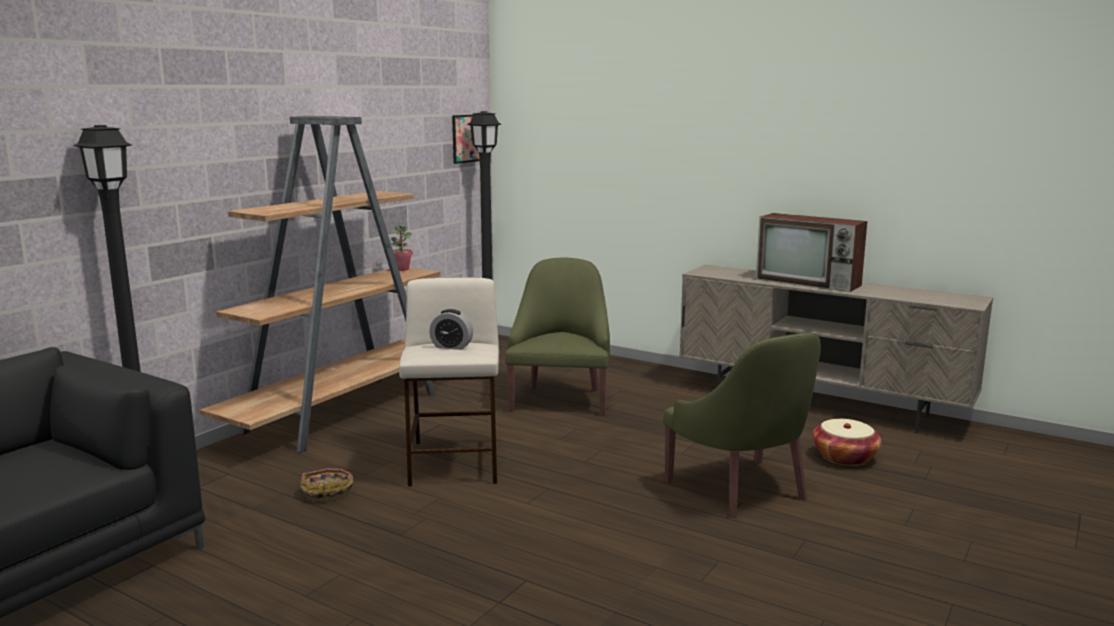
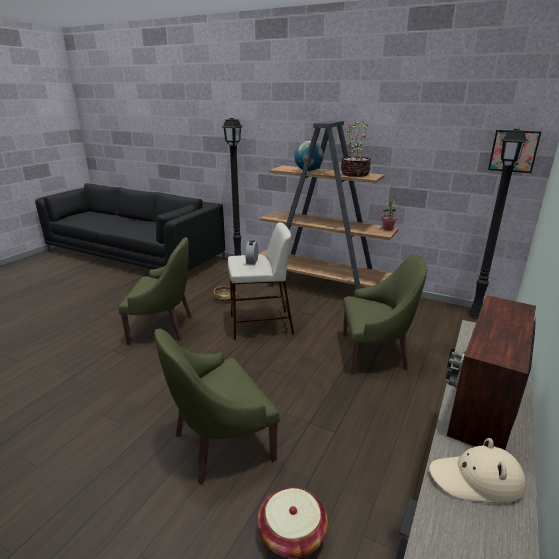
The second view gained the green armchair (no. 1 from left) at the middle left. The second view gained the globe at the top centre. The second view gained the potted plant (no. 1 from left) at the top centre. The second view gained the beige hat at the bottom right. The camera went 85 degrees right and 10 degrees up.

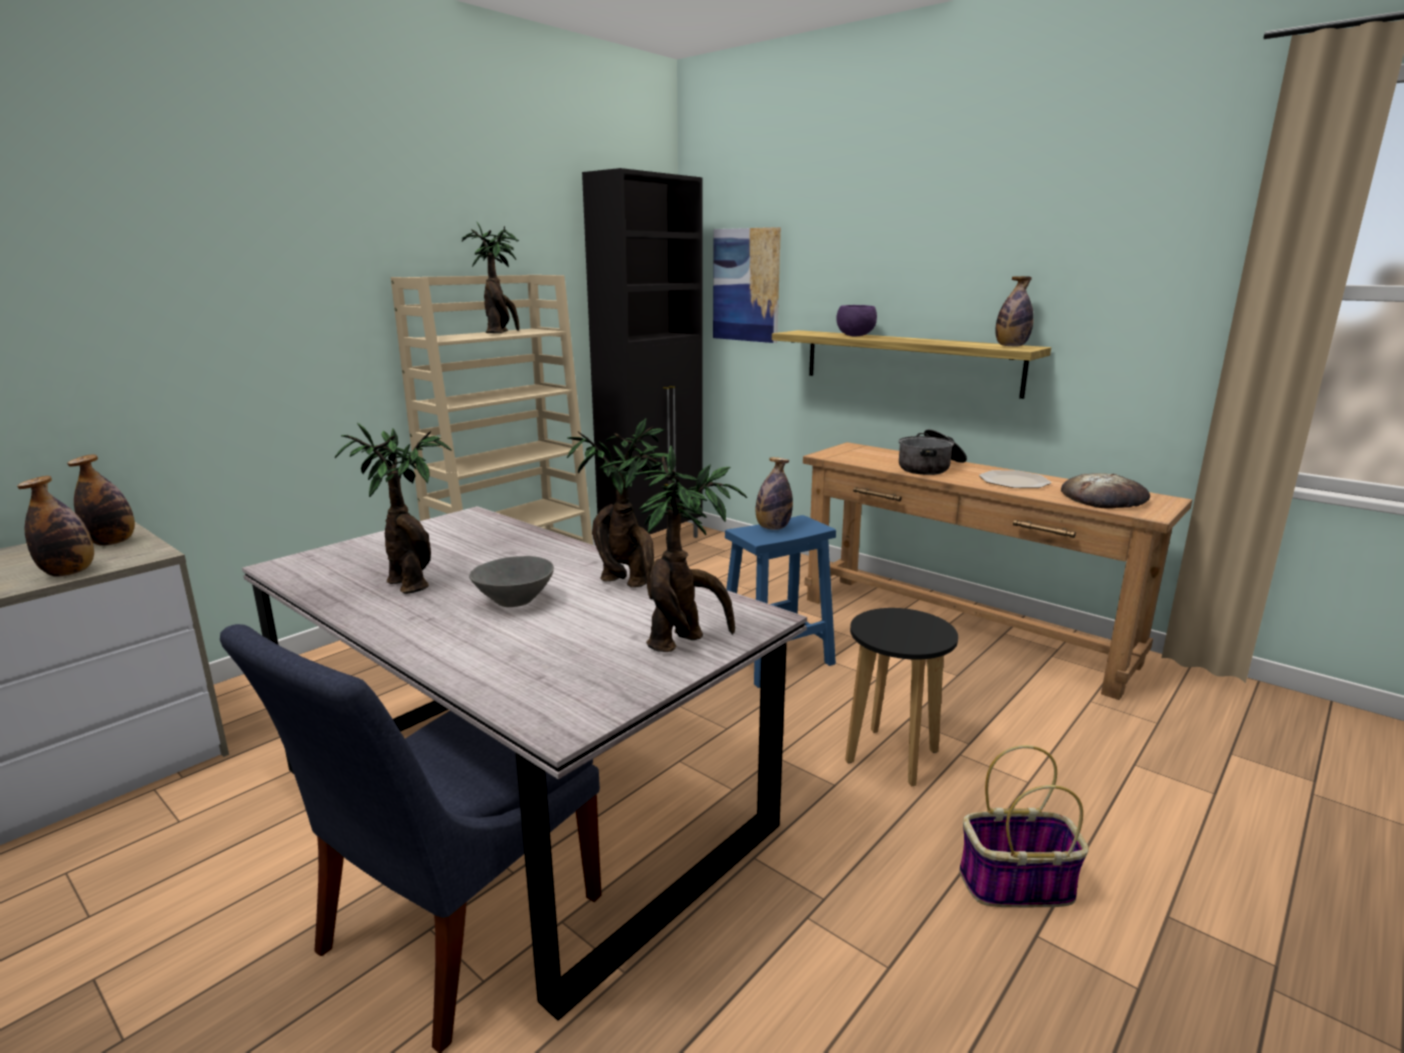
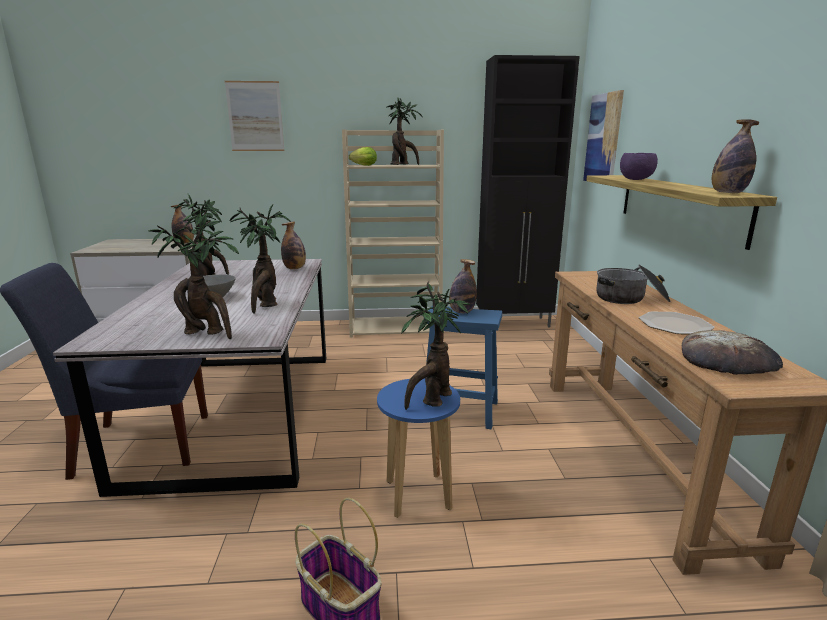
The second view gained the picture (no. 1 from left) at the top left. The second view gained the lettuce at the top centre. The second view gained the potted plant (no. 5 from left) at the centre. The bottle (no. 1 from left in the first image) ended up elsewhere, having gone from the middle left to the centre. What was the black stool at the centre turned into the blue stool (no. 1 from left) at the bottom centre. The camera went 45 degrees right and 0 degrees up.

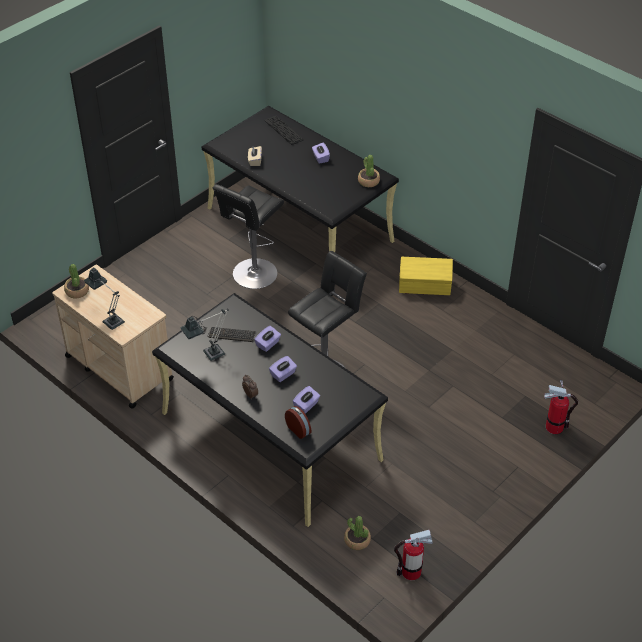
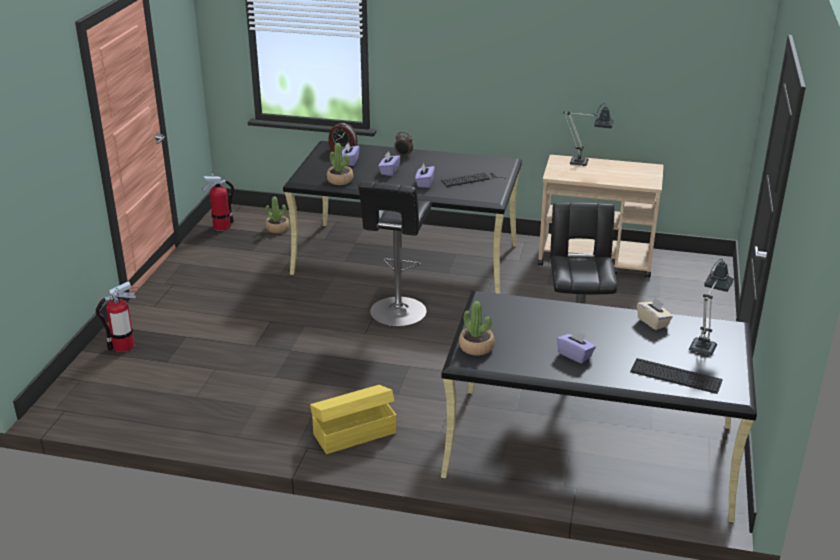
The potted plant (no. 1 from left in the first image) ended up elsewhere, having gone from the middle left to the top centre. The table lamp (no. 2 from left) ended up elsewhere, having gone from the middle left to the middle right. The camera went 150 degrees right and 15 degrees down.

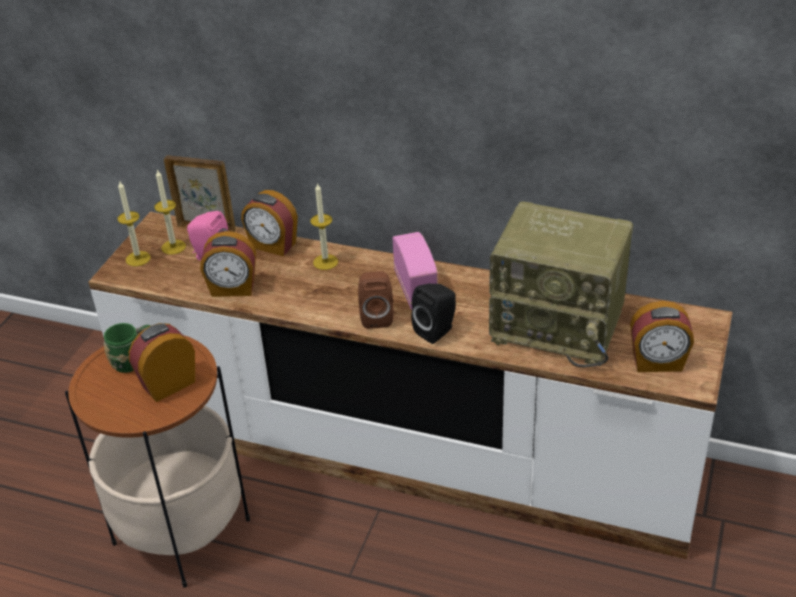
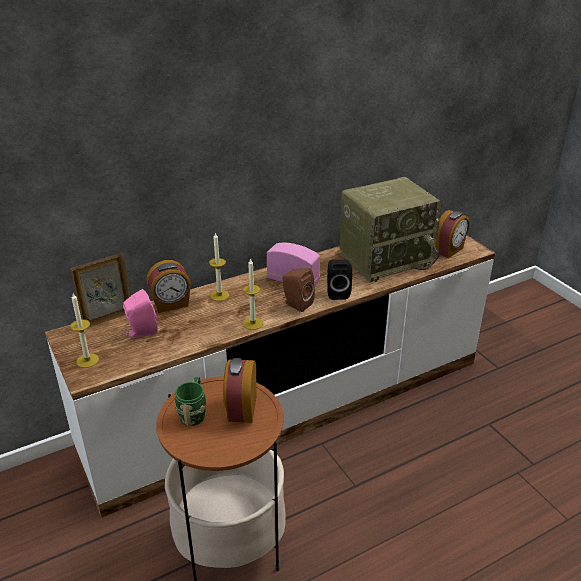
The second view lost the alarm clock (no. 2 from left) at the middle left. The candle (no. 2 from left in the first image) ended up elsewhere, having gone from the middle left to the centre. The camera went 50 degrees left and 5 degrees down.

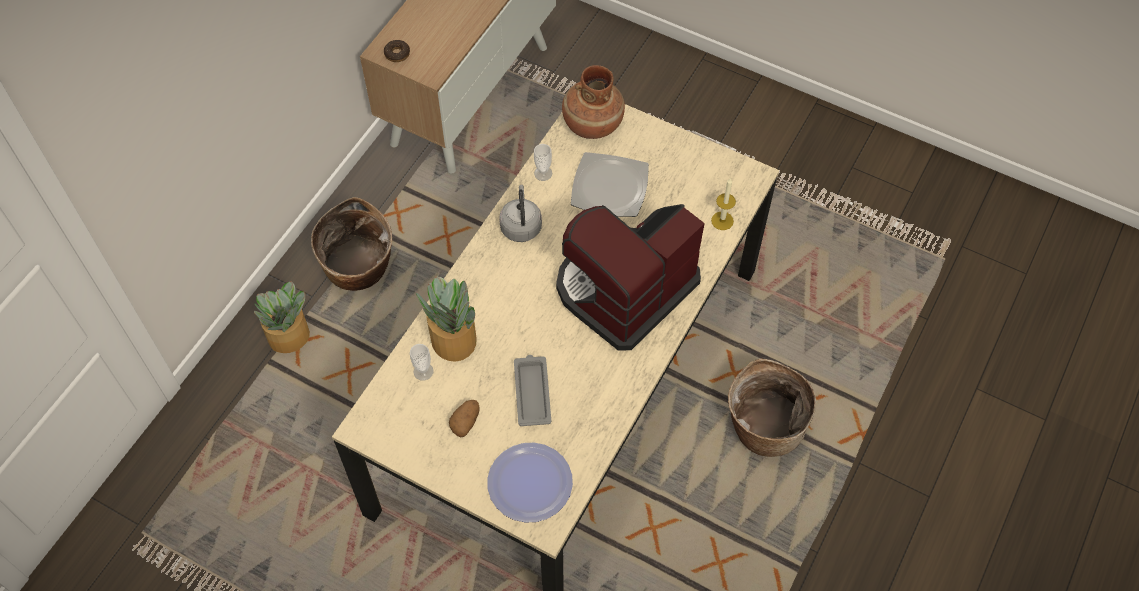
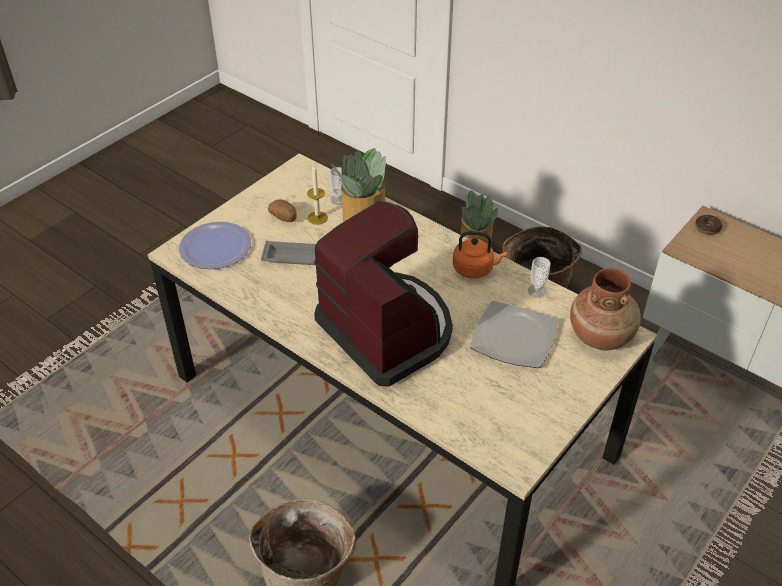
The candle ended up elsewhere, having gone from the centre to the top centre. What was the grey kettle at the centre turned into the orange kettle at the centre. The camera went 100 degrees right and 15 degrees down.

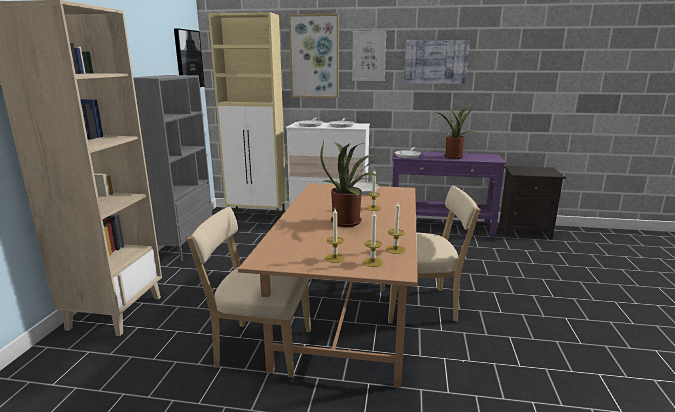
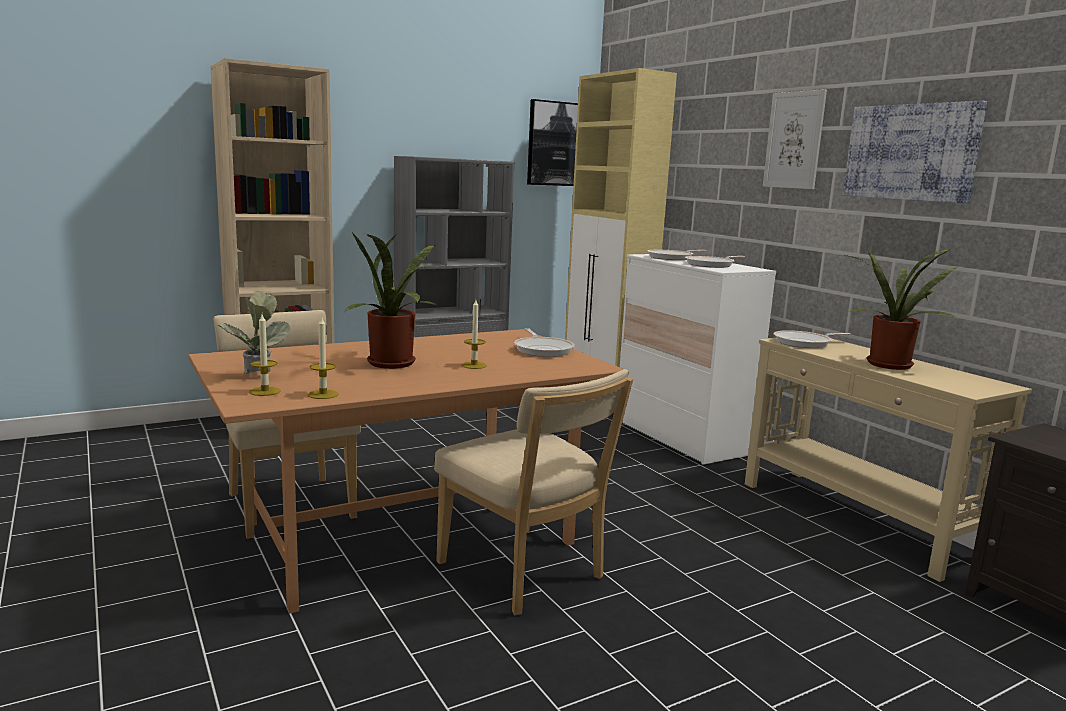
The second view lost the picture (no. 2 from left) at the top centre. Where the candle (no. 1 from left) stood at the centre, the potted plant (no. 1 from left) came to stand at the middle left. What was the purple console table at the centre turned into the beige console table at the middle right. The camera went 50 degrees right and 5 degrees down.

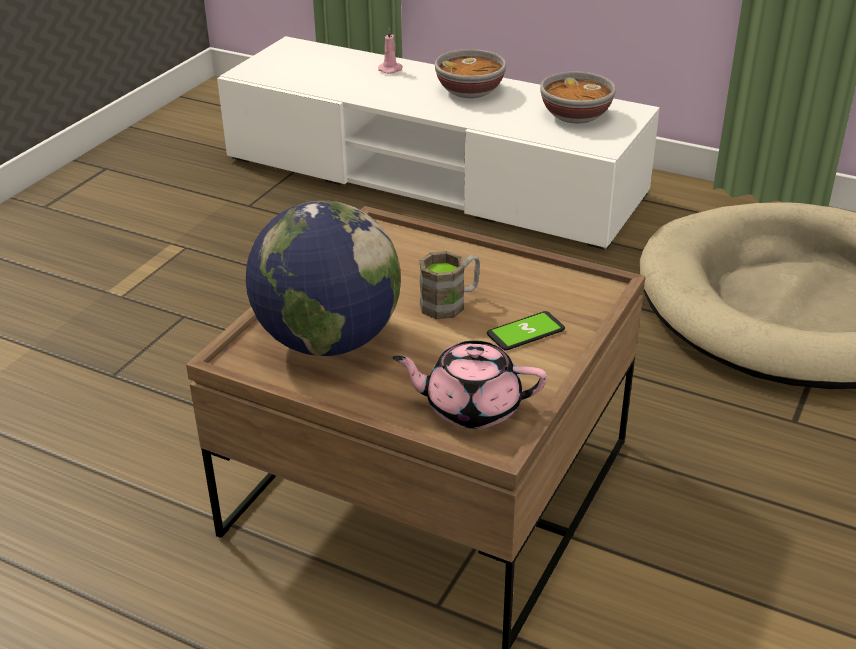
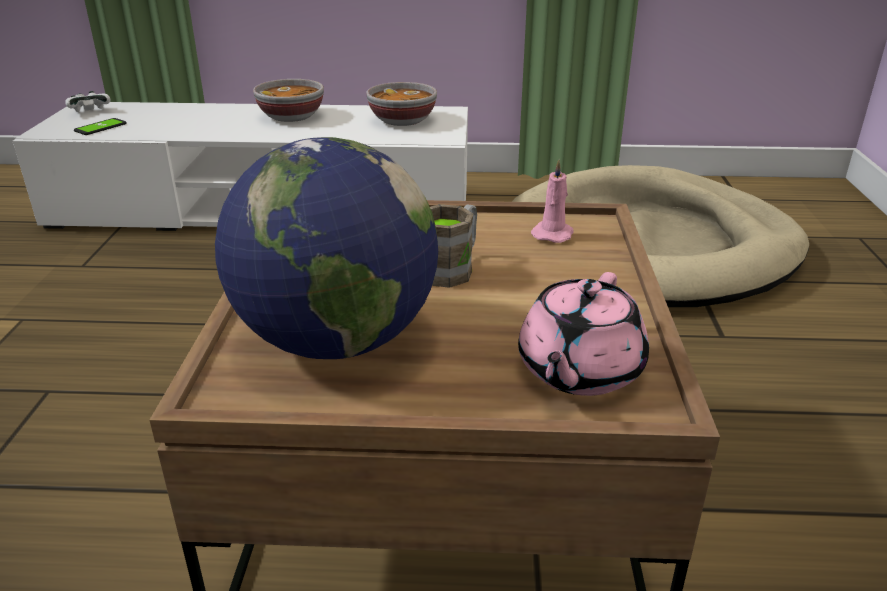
The second view gained the white game controller at the top left. The pink candle ended up elsewhere, having gone from the top centre to the centre. The phone ended up elsewhere, having gone from the centre to the top left. The pink teapot at the centre ended up facing another way, 45 degrees counterclockwise from before. The camera went 25 degrees left and 5 degrees down.

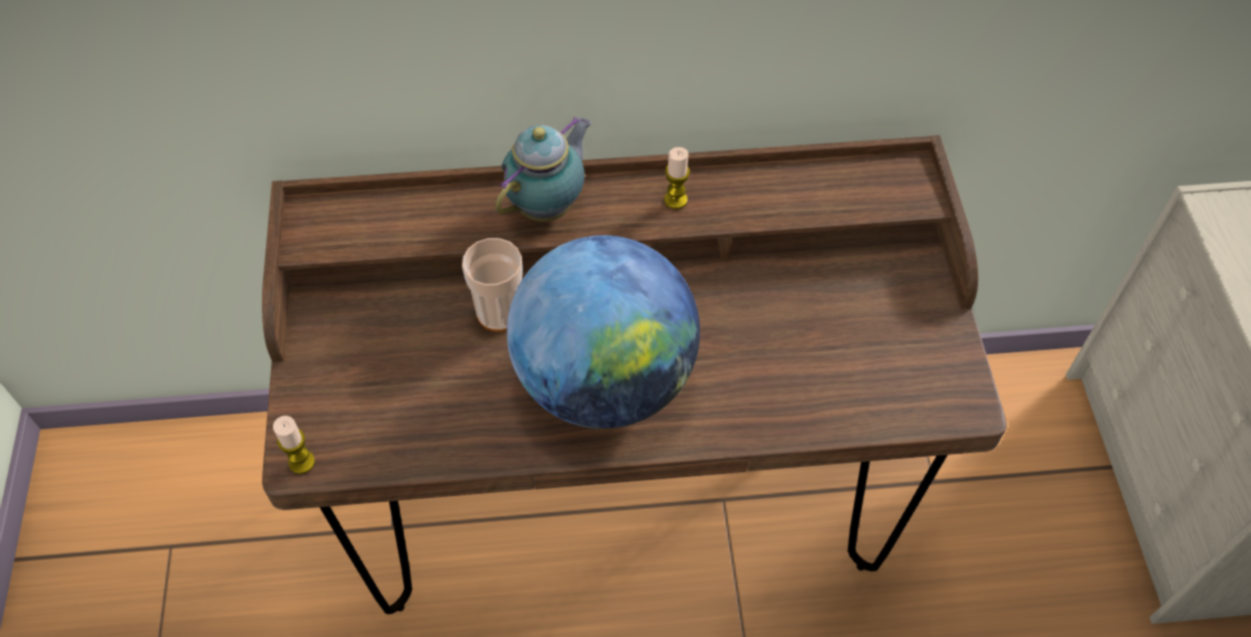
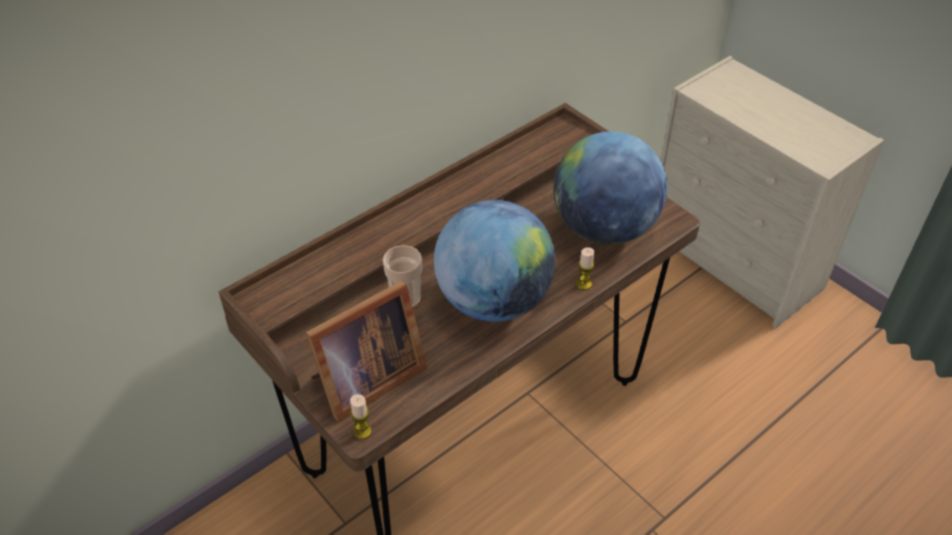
The second view lost the teapot at the top centre. The second view gained the picture frame at the centre. The second view gained the globe (no. 2 from left) at the centre. The candle (no. 2 from left) ended up elsewhere, having gone from the top centre to the centre. The camera went 35 degrees left and 10 degrees down.

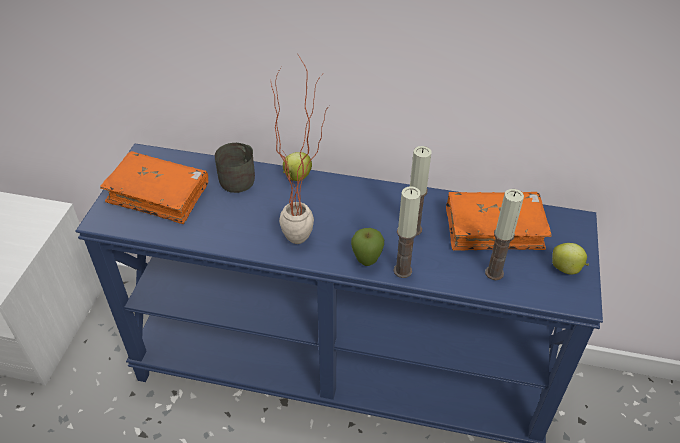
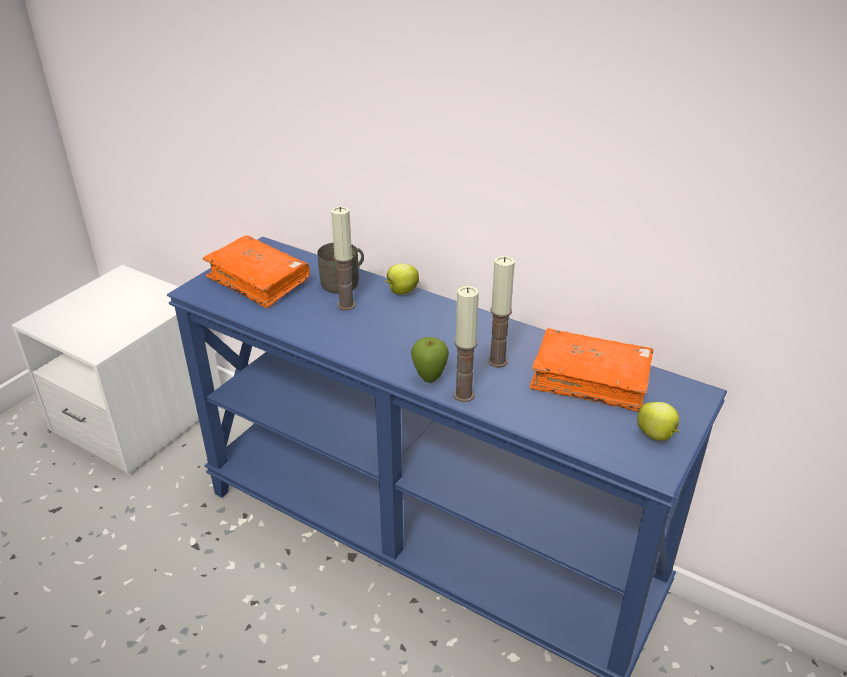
The second view lost the potted plant at the centre. The candle (no. 3 from left in the first image) ended up elsewhere, having gone from the middle right to the centre. The camera went 20 degrees right and 10 degrees down.

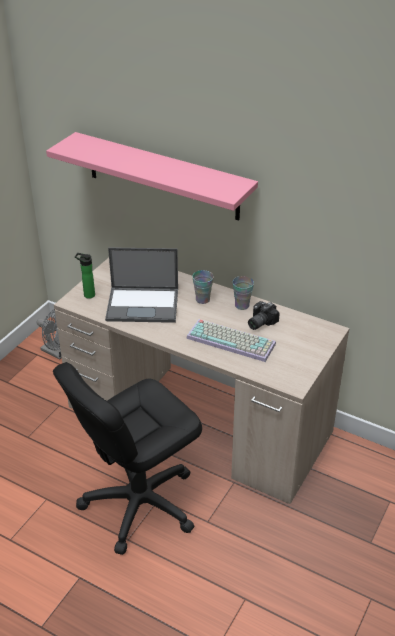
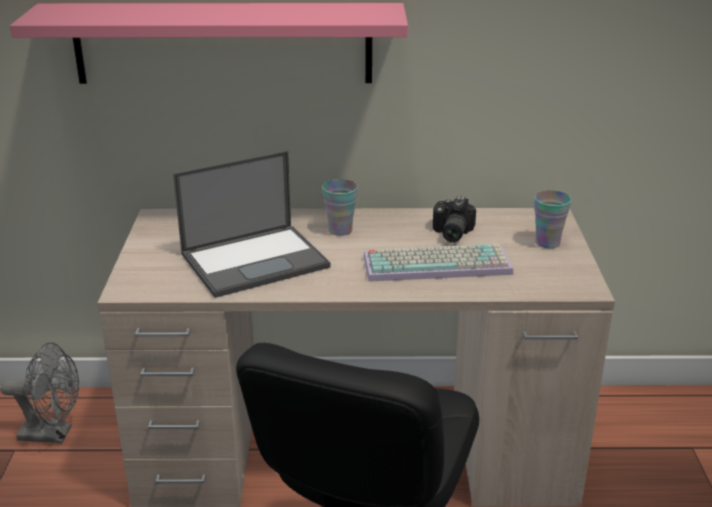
The second view lost the bottle at the middle left. The cup (no. 2 from left) ended up elsewhere, having gone from the centre to the middle right. The camera went 30 degrees left and 10 degrees down.

